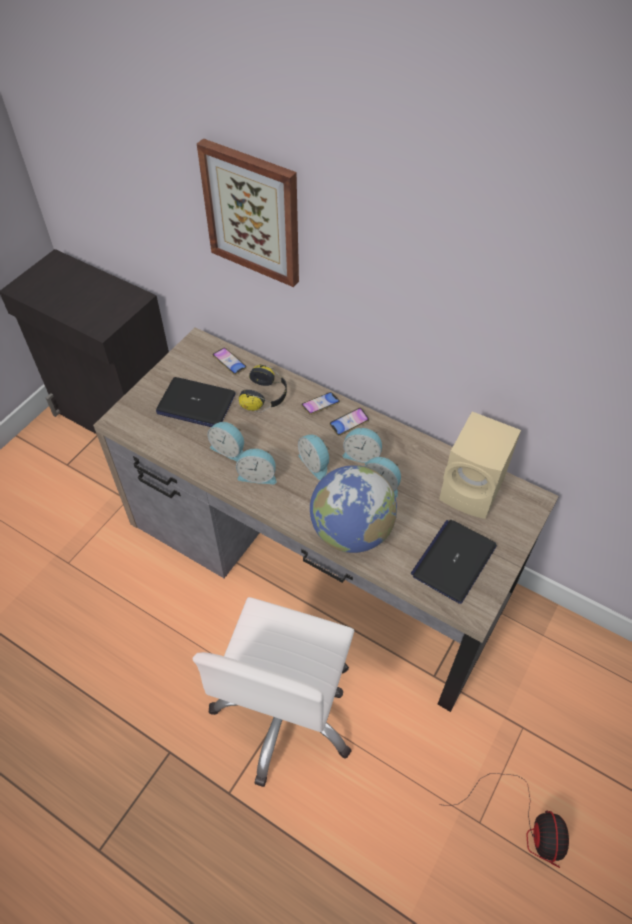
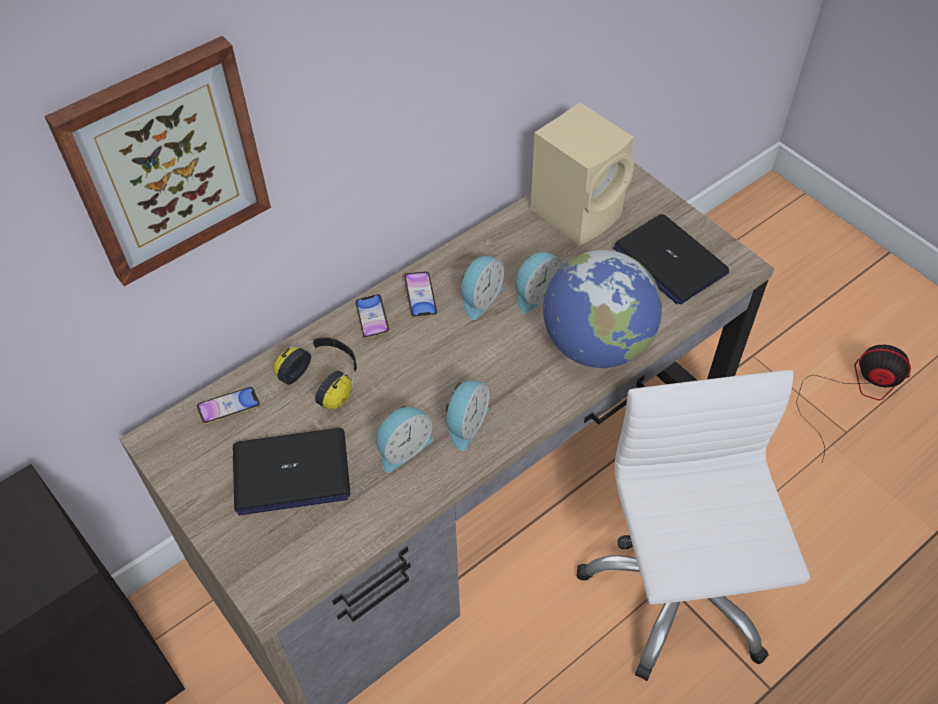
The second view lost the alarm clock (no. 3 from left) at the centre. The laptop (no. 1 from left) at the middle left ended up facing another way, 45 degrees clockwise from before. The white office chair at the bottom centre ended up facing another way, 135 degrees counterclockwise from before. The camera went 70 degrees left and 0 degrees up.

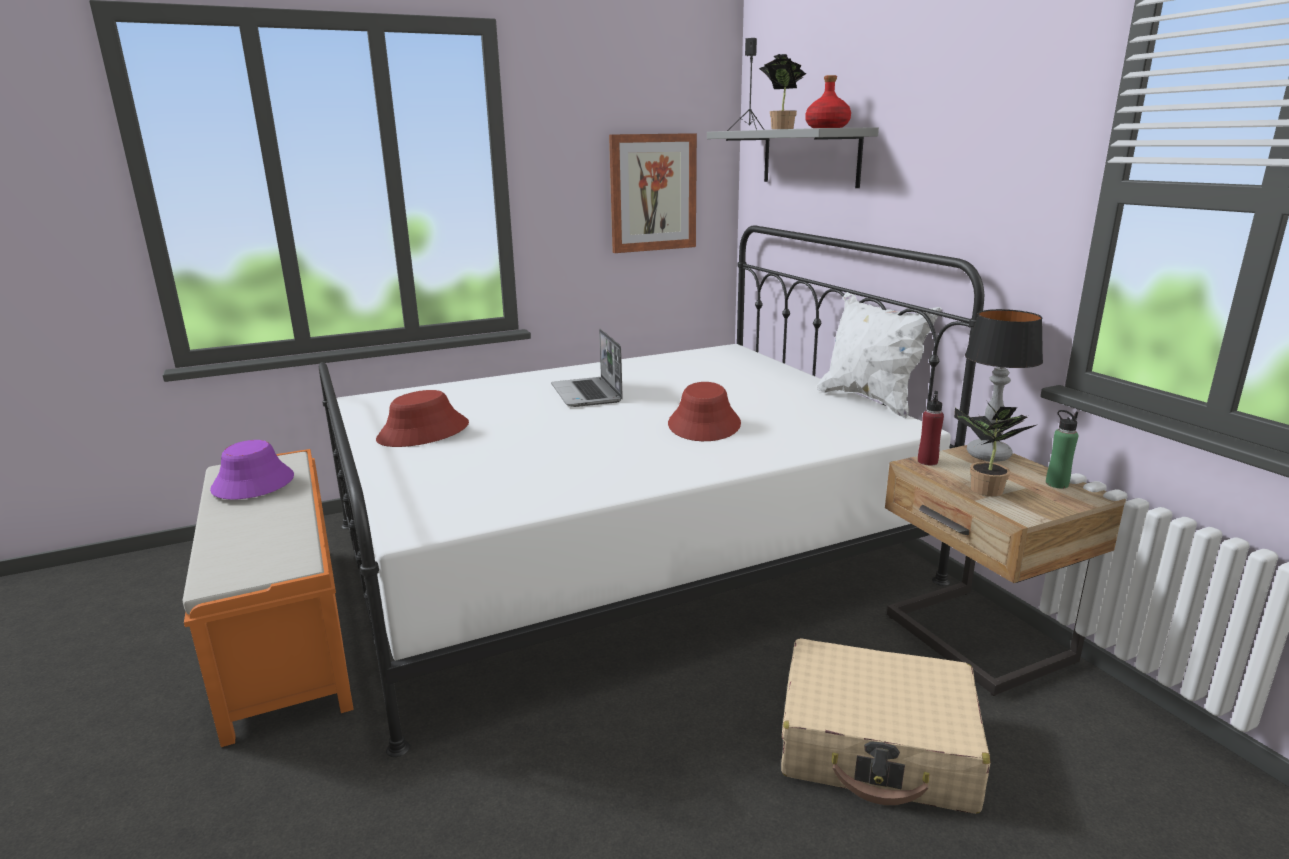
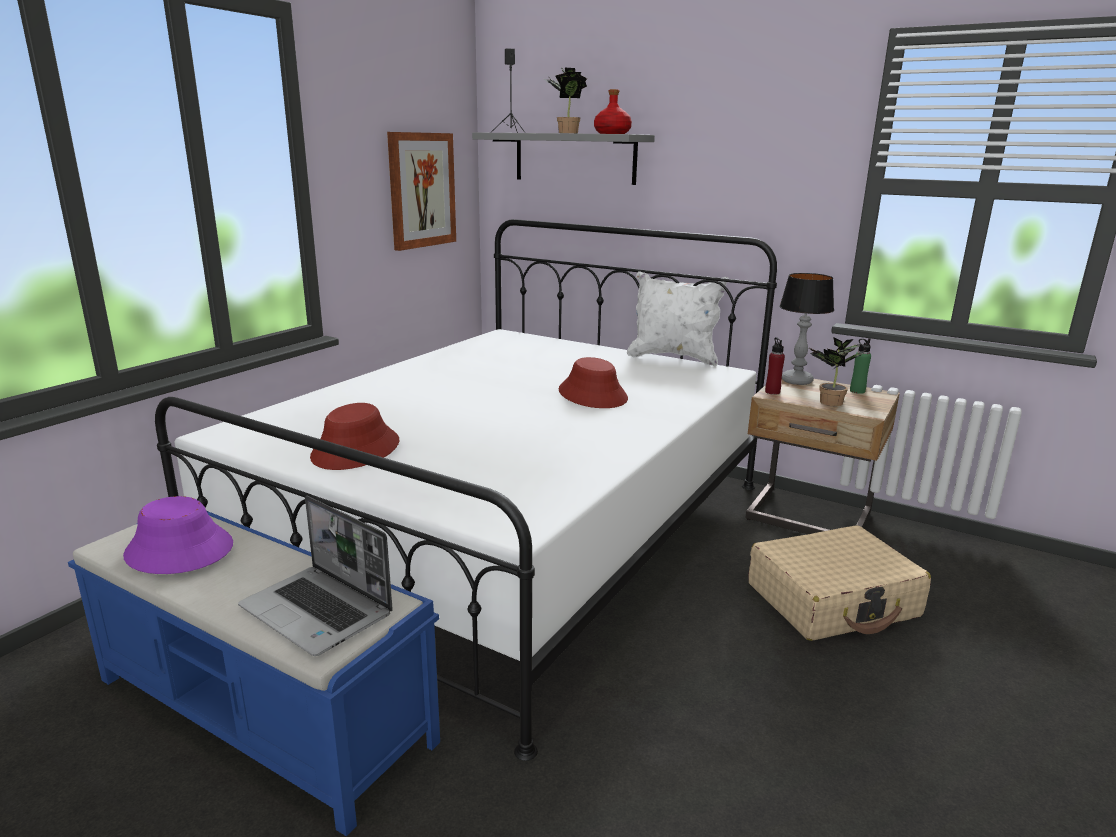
The laptop ended up elsewhere, having gone from the centre to the bottom left. What was the orange bench at the bottom left turned into the blue bench at the bottom left. The camera went 35 degrees left and 0 degrees up.

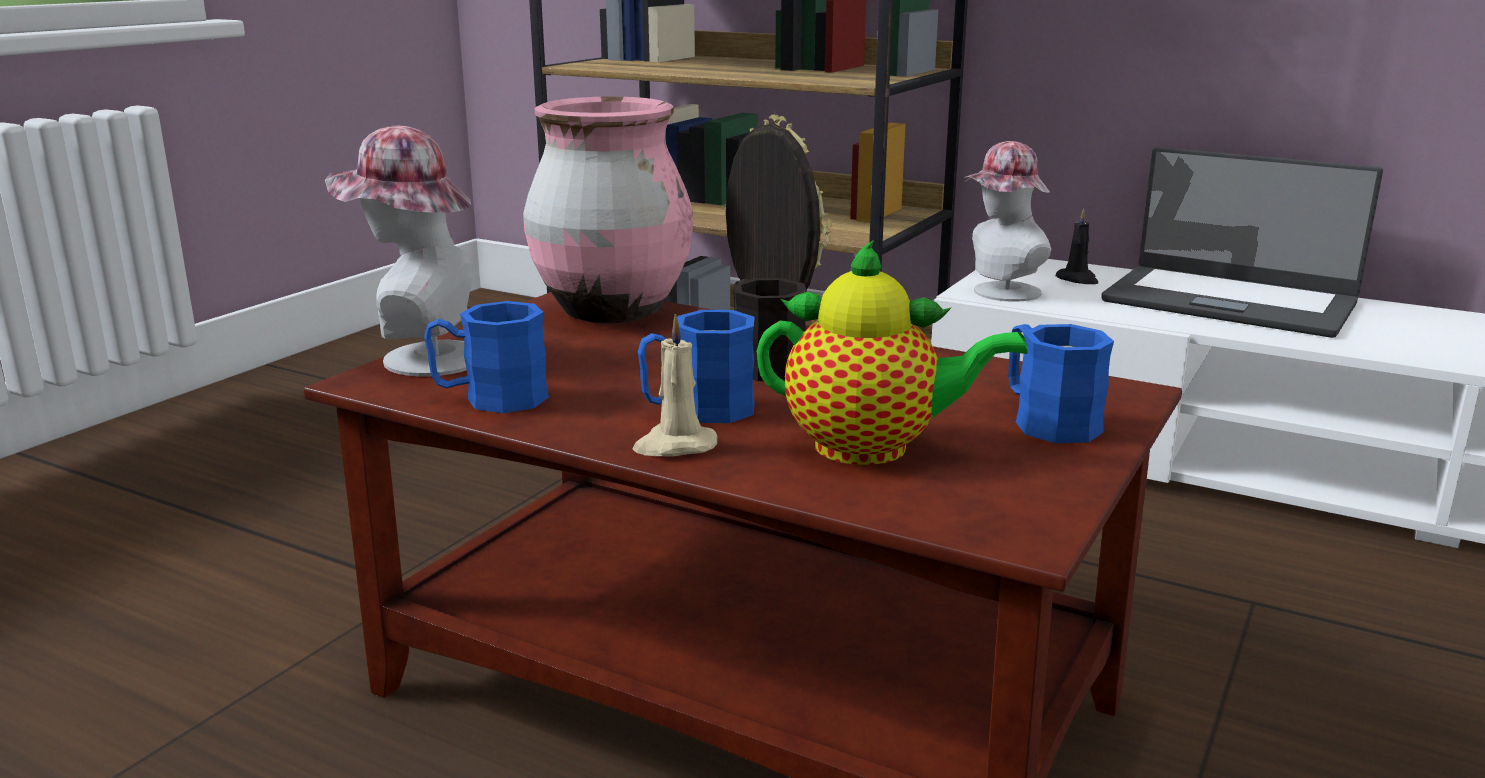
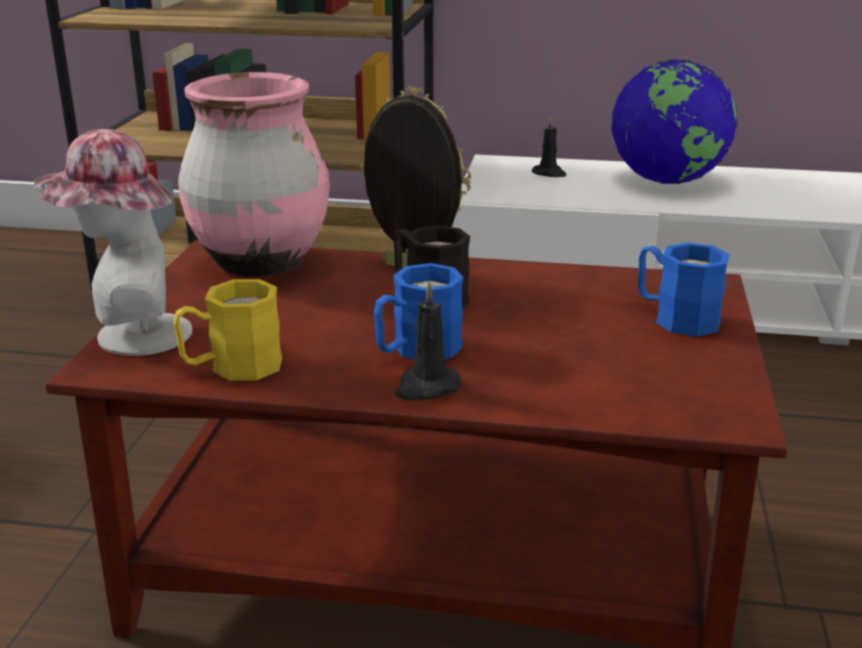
The second view lost the teapot at the centre. The second view lost the hat (no. 2 from left) at the top right. Where the laptop stood at the top right, the globe came to stand at the top right. What was the blue mug (no. 1 from left) at the middle left turned into the yellow mug at the middle left. What was the beige candle at the centre turned into the black candle (no. 1 from left) at the centre. The camera went 20 degrees left and 5 degrees up.

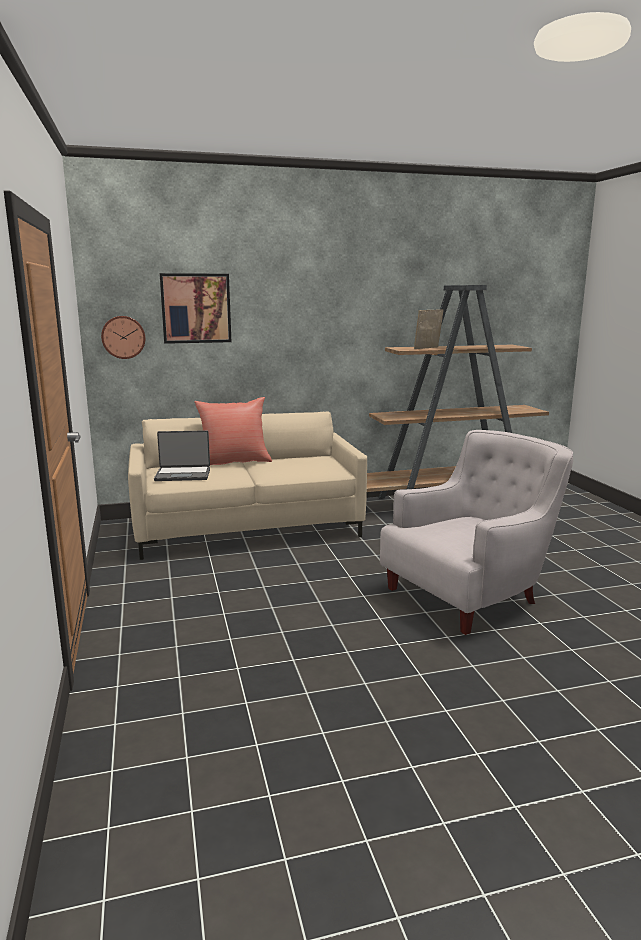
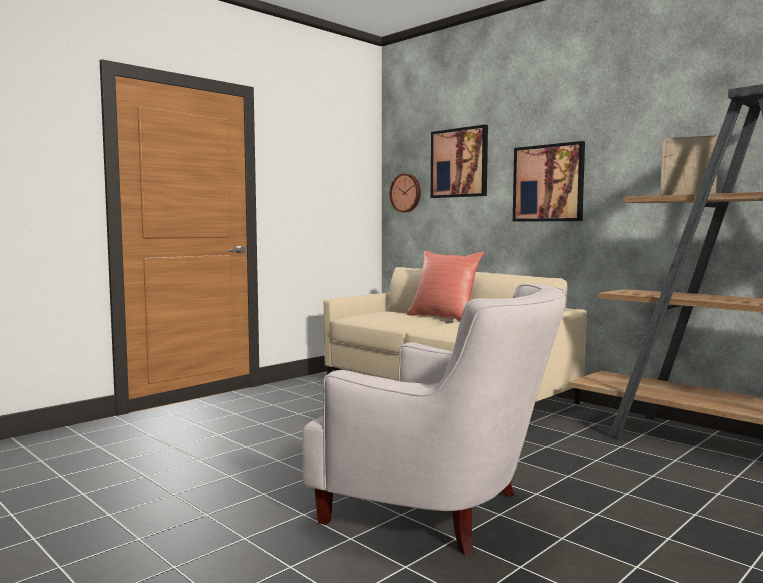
The second view lost the laptop at the middle left. The second view gained the picture (no. 2 from left) at the top right. The camera went 60 degrees right and 10 degrees down.

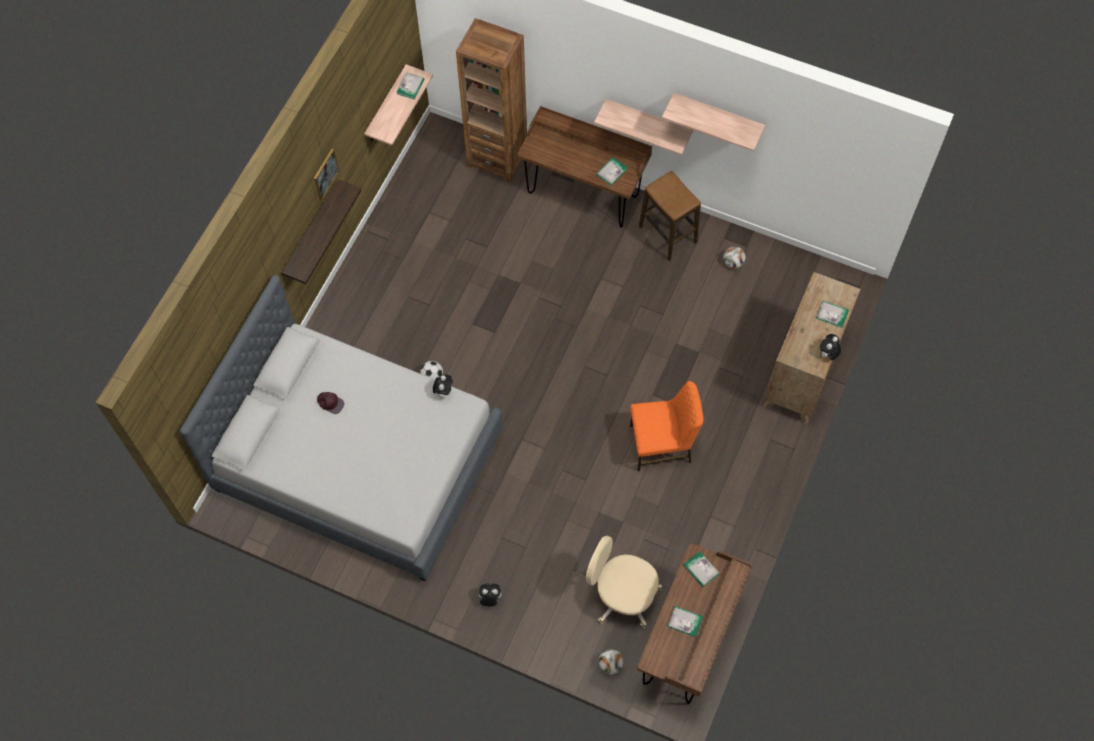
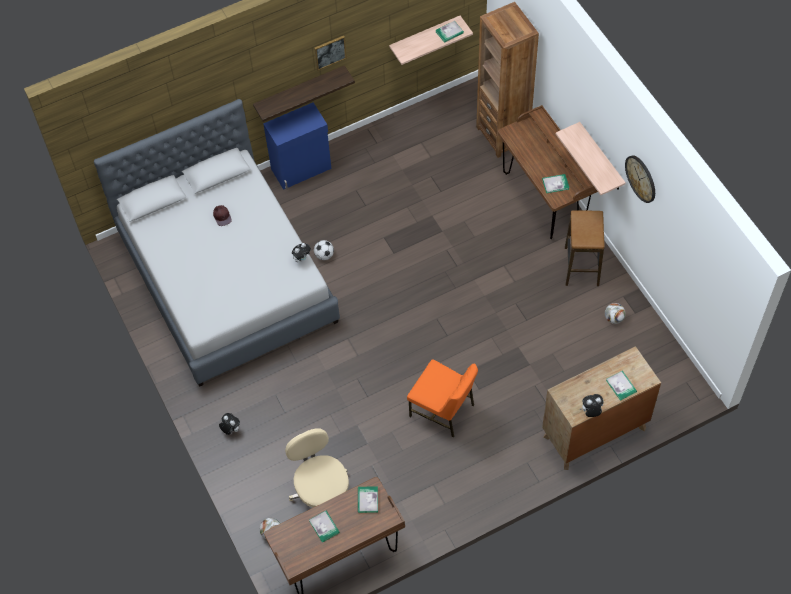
The second view gained the blue cabinet at the top centre. Where the shelf (no. 4 from left) hung at the top centre, the wall clock came to hang at the top right. The camera went 40 degrees right and 5 degrees down.

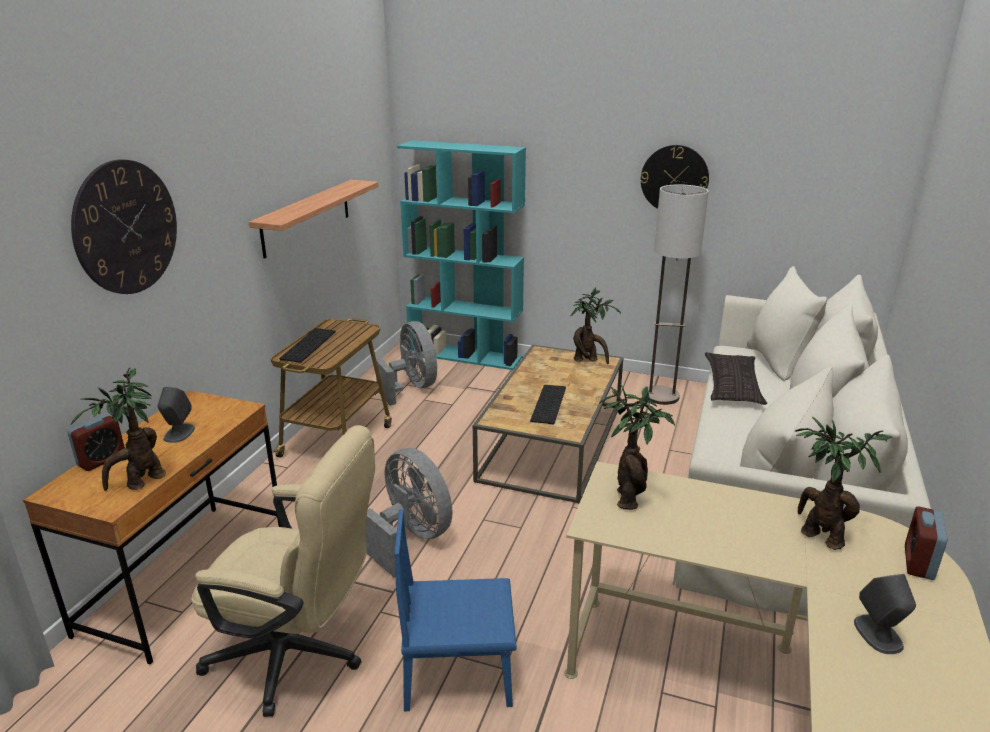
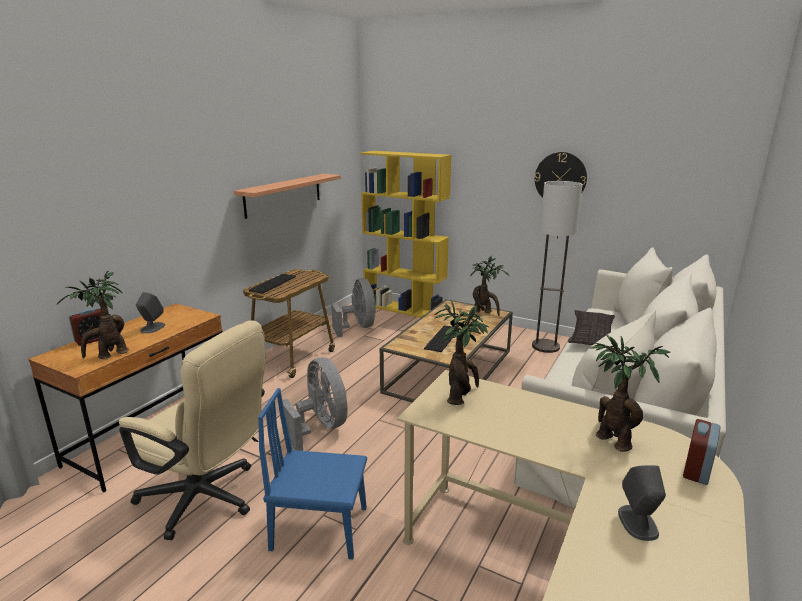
The second view lost the wall clock (no. 1 from left) at the top left. What was the turquoise bookcase at the centre turned into the yellow bookcase at the centre. The camera went 10 degrees right and 5 degrees down.

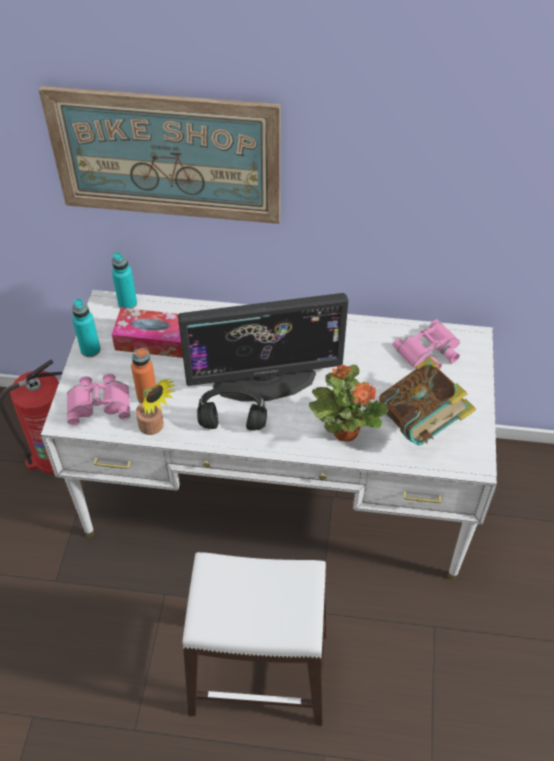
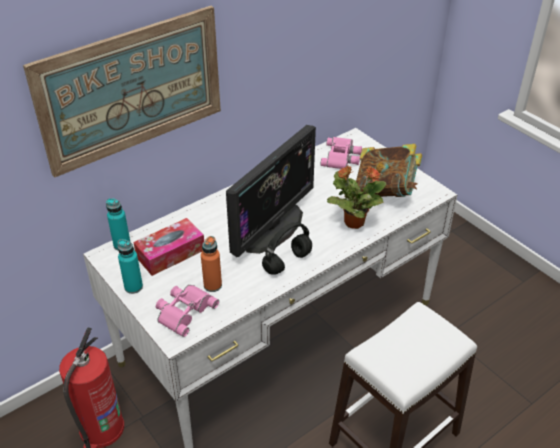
The second view lost the potted plant (no. 1 from left) at the middle left. The camera went 45 degrees left and 10 degrees down.

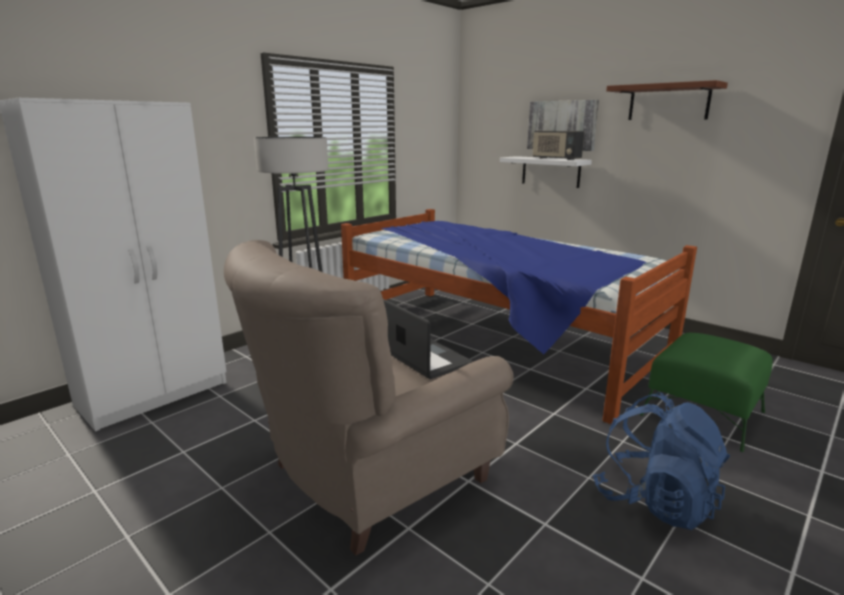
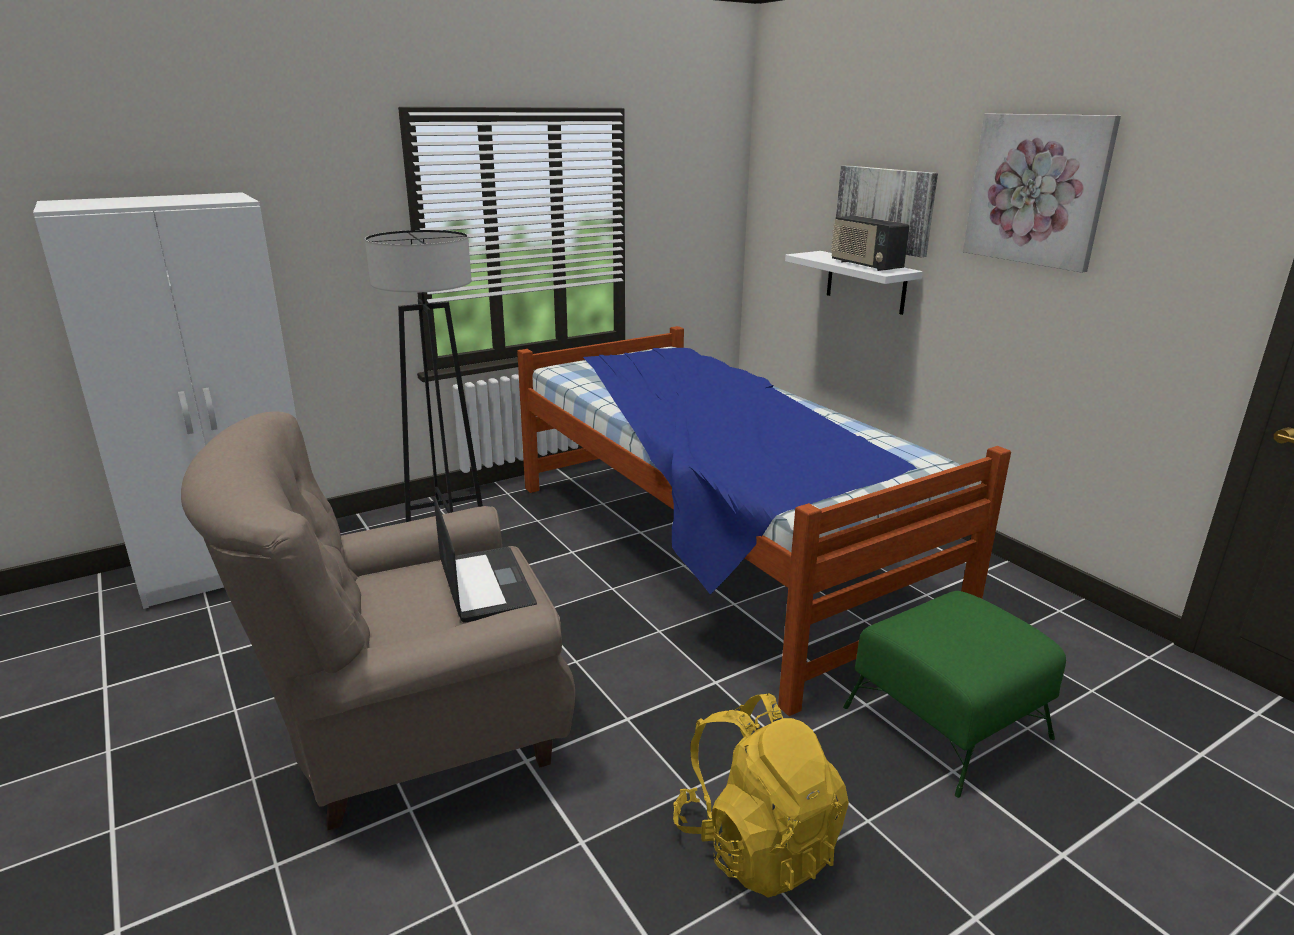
Where the brown shelf hung at the top right, the picture (no. 2 from left) came to hang at the top right. What was the blue backpack at the bottom right turned into the yellow backpack at the bottom centre. The camera went 15 degrees right and 5 degrees up.

